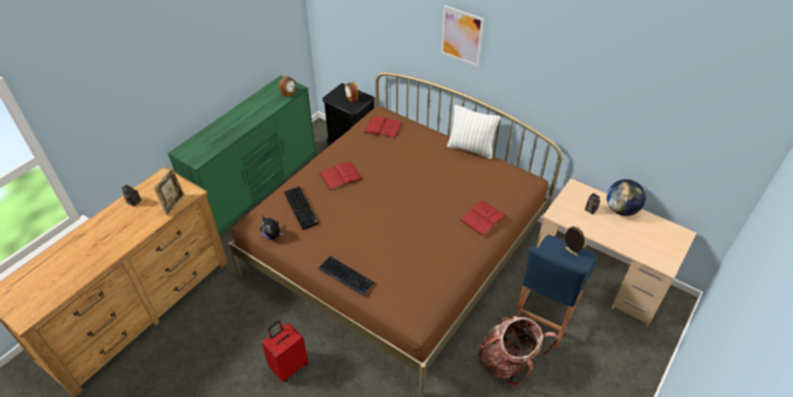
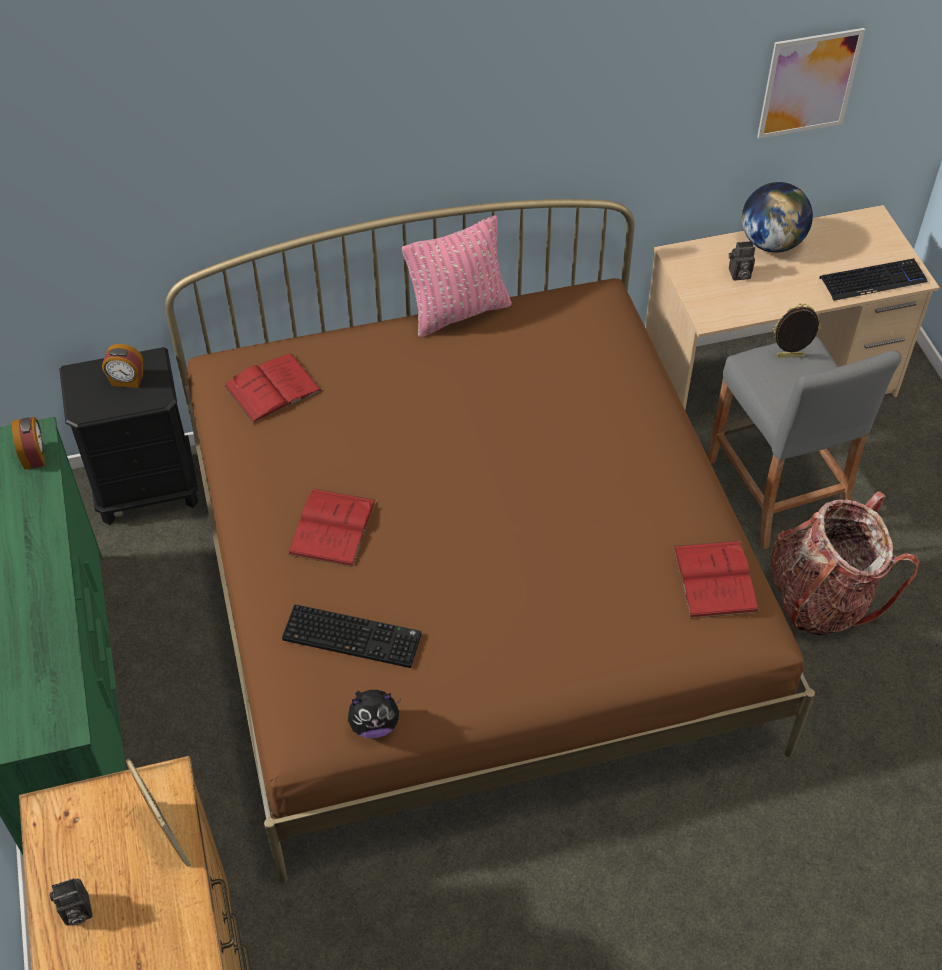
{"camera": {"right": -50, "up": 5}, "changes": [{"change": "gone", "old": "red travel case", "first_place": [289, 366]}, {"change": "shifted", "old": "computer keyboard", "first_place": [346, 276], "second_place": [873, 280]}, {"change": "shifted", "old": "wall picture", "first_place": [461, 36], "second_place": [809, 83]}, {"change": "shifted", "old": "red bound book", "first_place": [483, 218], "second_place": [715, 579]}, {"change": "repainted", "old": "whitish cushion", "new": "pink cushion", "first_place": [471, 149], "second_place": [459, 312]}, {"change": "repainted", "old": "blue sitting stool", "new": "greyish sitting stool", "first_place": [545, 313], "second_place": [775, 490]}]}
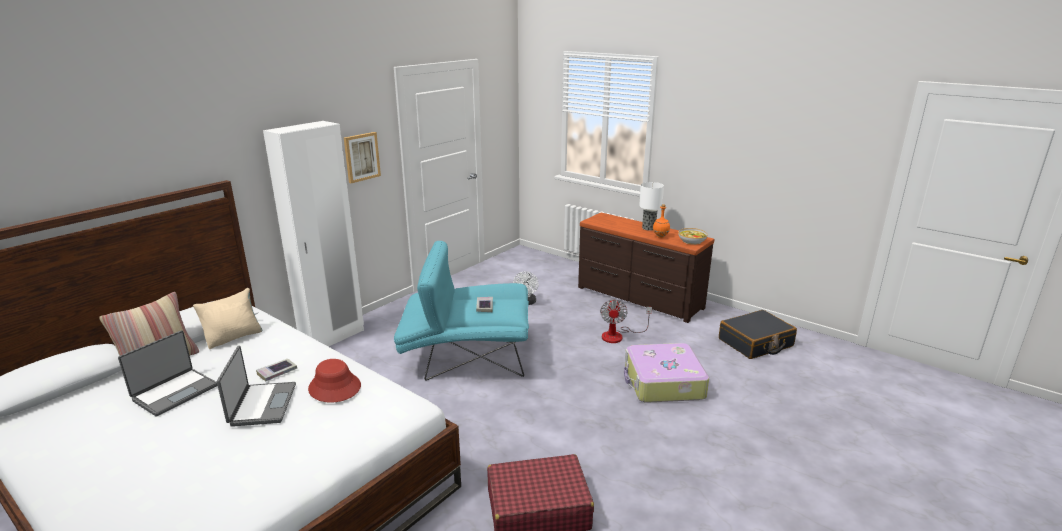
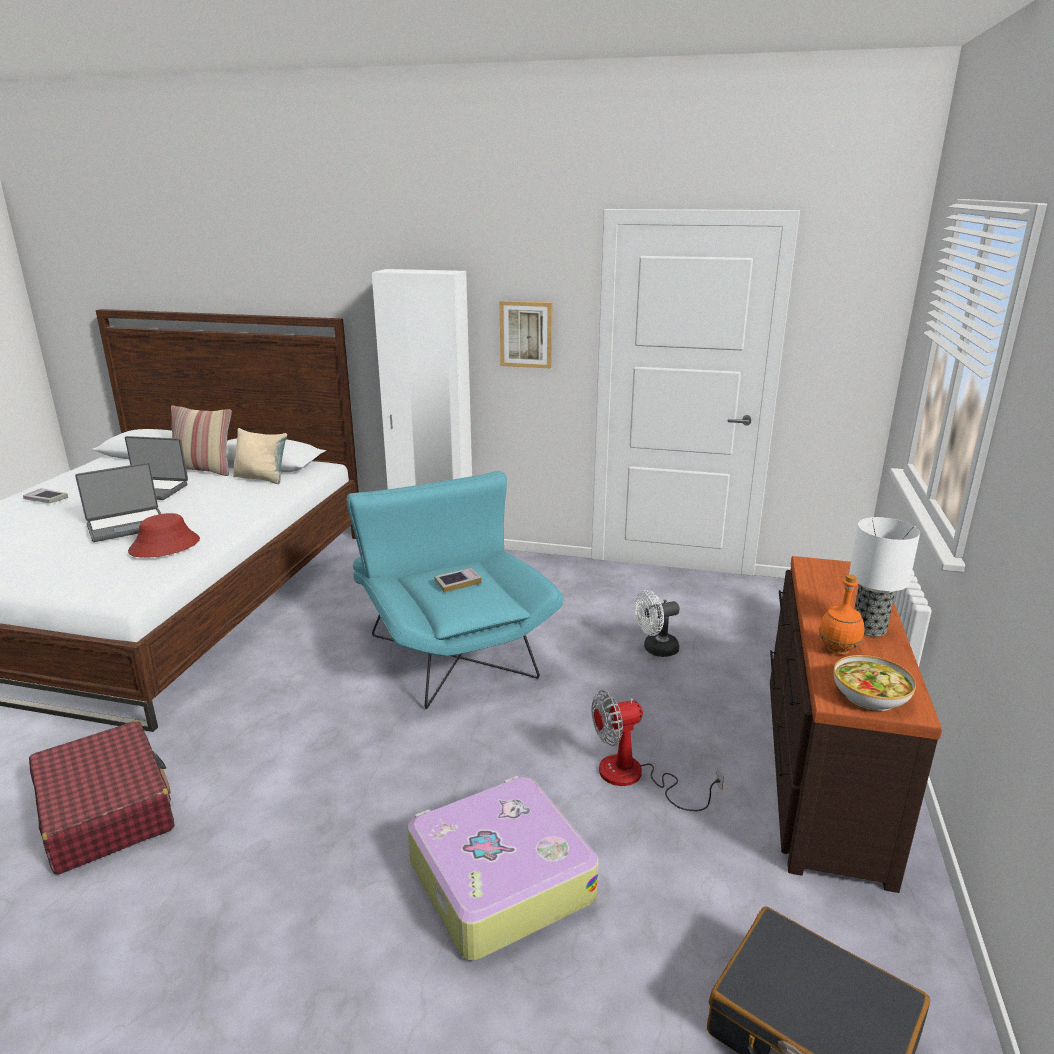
{"camera": {"right": 65, "up": 0}, "changes": [{"change": "shifted", "old": "bound book", "first_place": [277, 372], "second_place": [46, 499]}]}
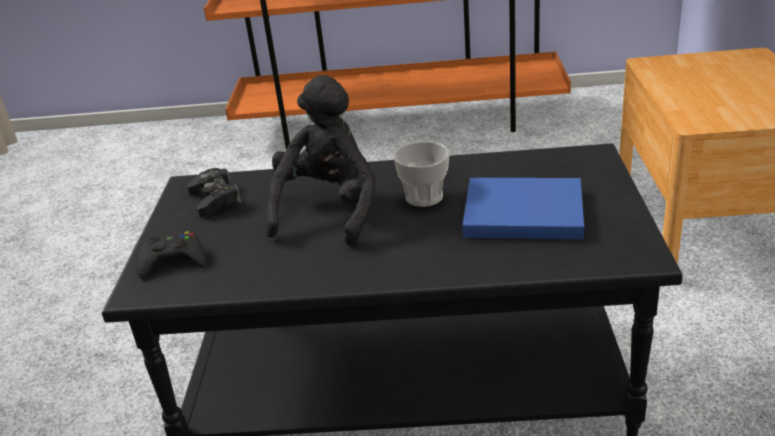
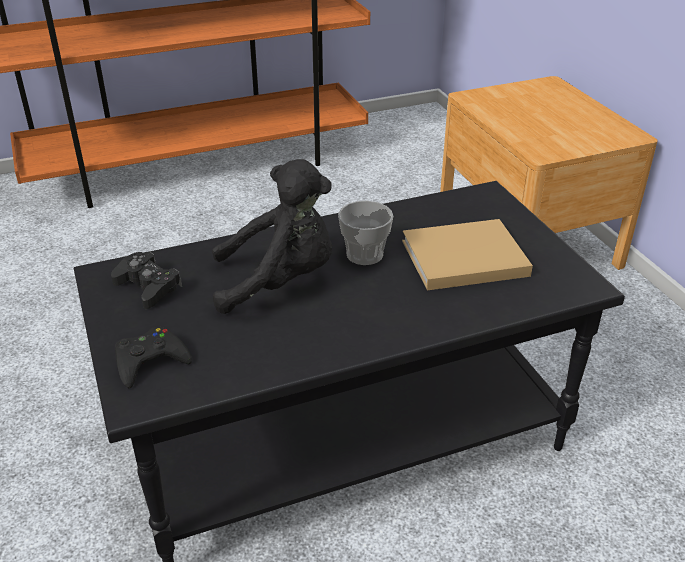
{"camera": {"right": -25, "up": 5}, "changes": [{"change": "repainted", "old": "blue bound book", "new": "beige bound book", "first_place": [519, 212], "second_place": [460, 258]}, {"change": "rotated", "old": "black plush toy", "first_place": [328, 210], "second_place": [279, 282], "degrees": 90}]}
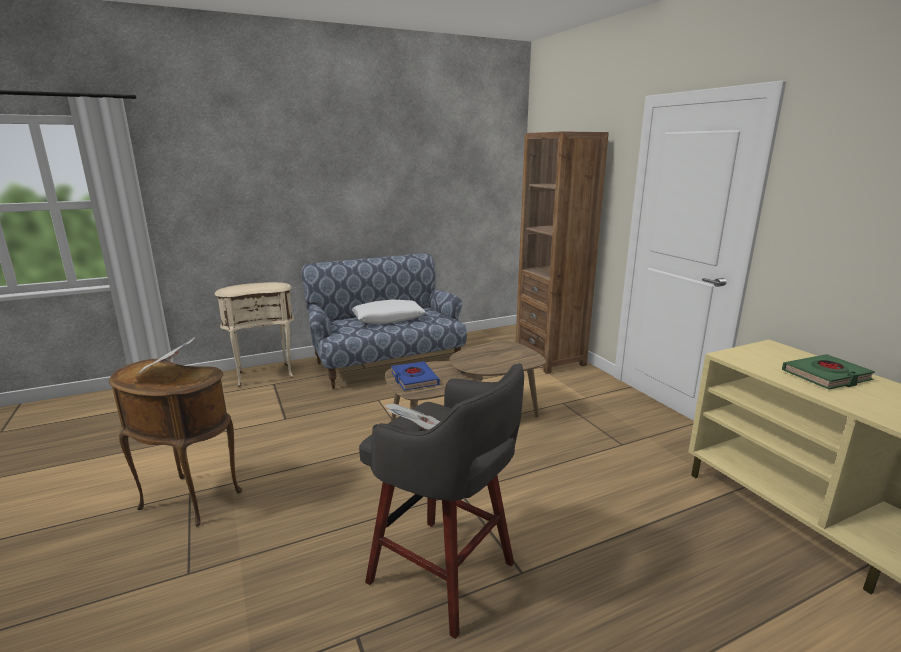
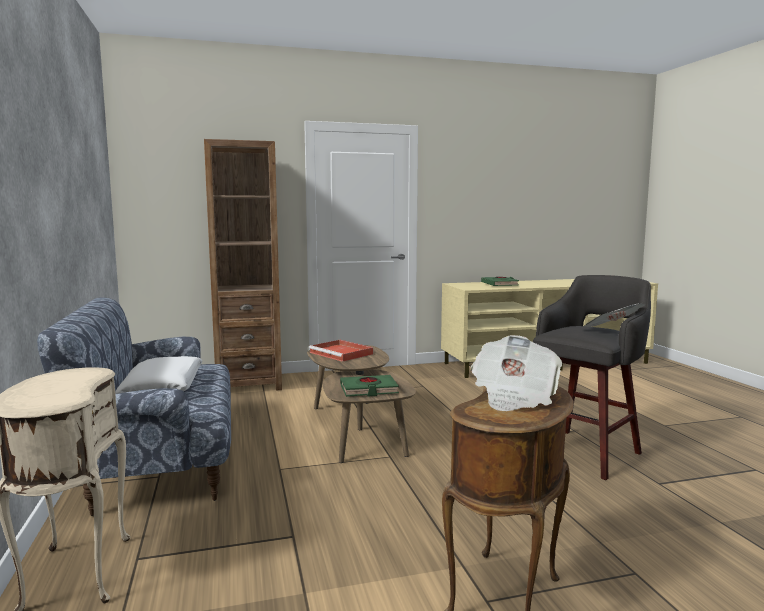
{"camera": {"right": -80, "up": -10}, "changes": [{"change": "new", "new": "red tray", "second_place": [342, 353]}, {"change": "repainted", "old": "blue bound book", "new": "greenish bound book", "first_place": [414, 379], "second_place": [368, 390]}]}
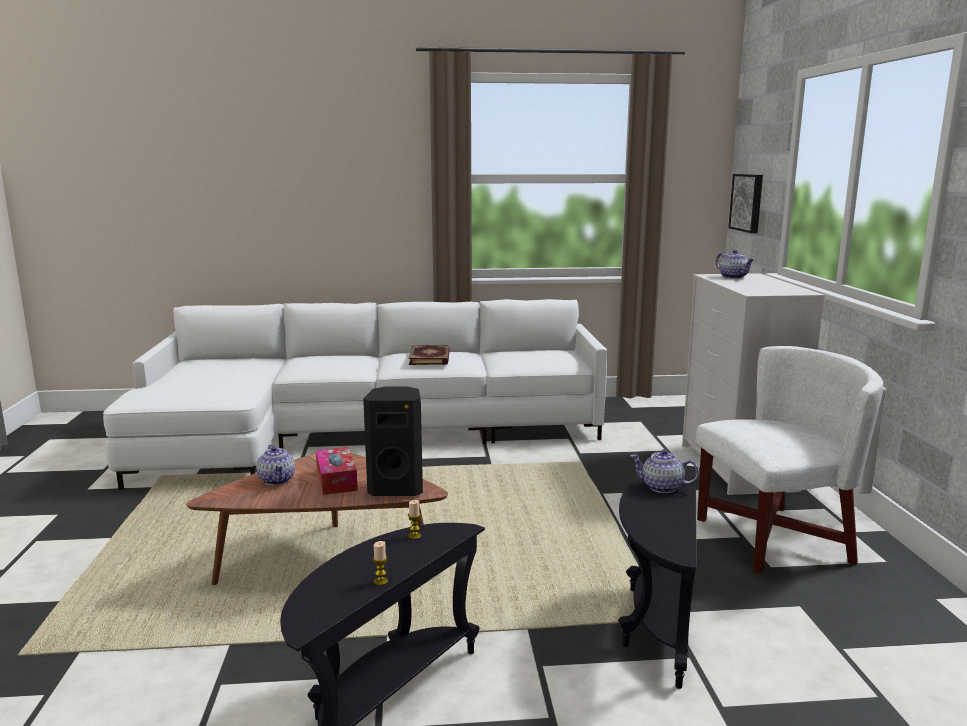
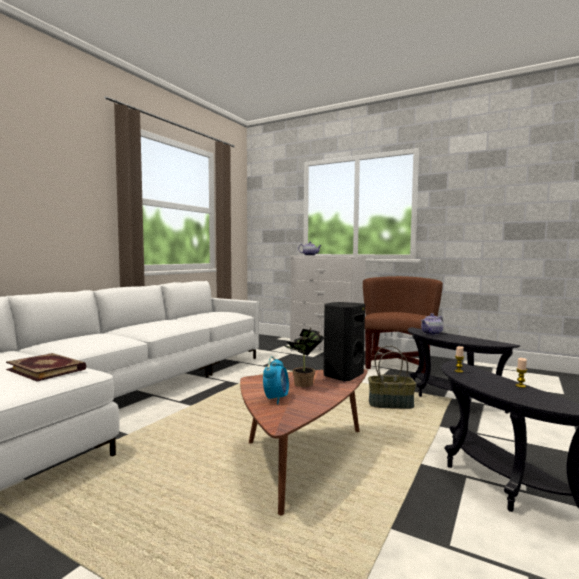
{"camera": {"right": -55, "up": -10}, "changes": [{"change": "gone", "old": "wall picture", "first_place": [748, 202]}, {"change": "new", "new": "storage basket", "second_place": [391, 404]}, {"change": "shifted", "old": "bound book", "first_place": [430, 357], "second_place": [47, 369]}, {"change": "swapped", "old": "teapot", "new": "bedside clock", "first_place": [277, 480], "second_place": [276, 399]}, {"change": "swapped", "old": "tissue holder", "new": "houseplant", "first_place": [336, 480], "second_place": [303, 385]}, {"change": "repainted", "old": "whitish armchair", "new": "brown-coloured armchair", "first_place": [773, 539], "second_place": [397, 365]}]}
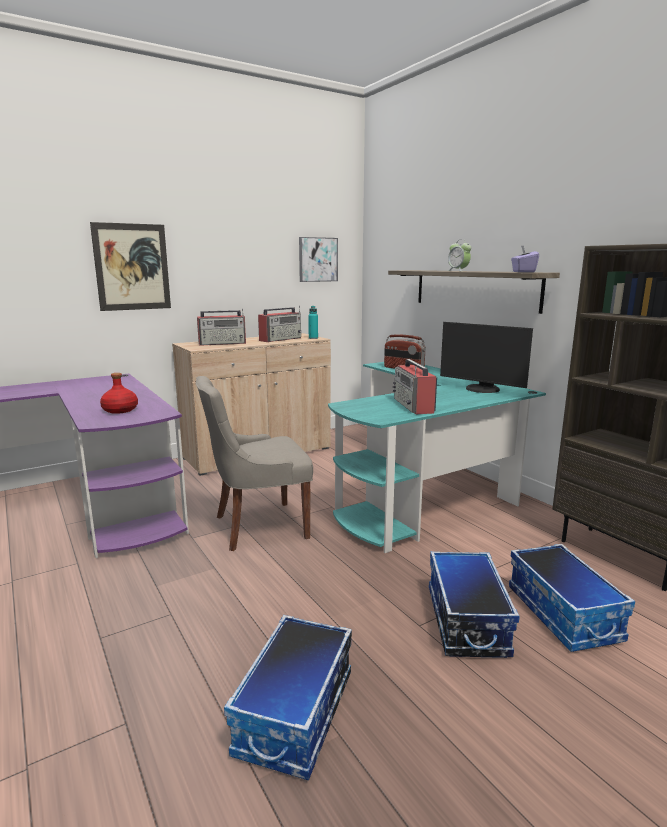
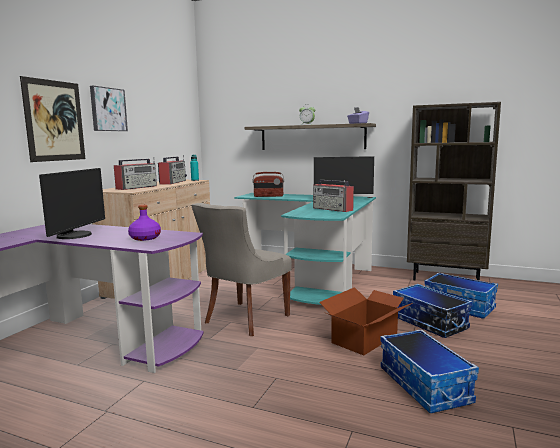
{"camera": {"right": -35, "up": -5}, "changes": [{"change": "new", "new": "computer display", "second_place": [76, 235]}, {"change": "new", "new": "cardboard box", "second_place": [365, 339]}, {"change": "shifted", "old": "wall picture", "first_place": [317, 259], "second_place": [108, 109]}, {"change": "repainted", "old": "red drink bottle", "new": "purple-coloured drink bottle", "first_place": [120, 410], "second_place": [144, 238]}]}
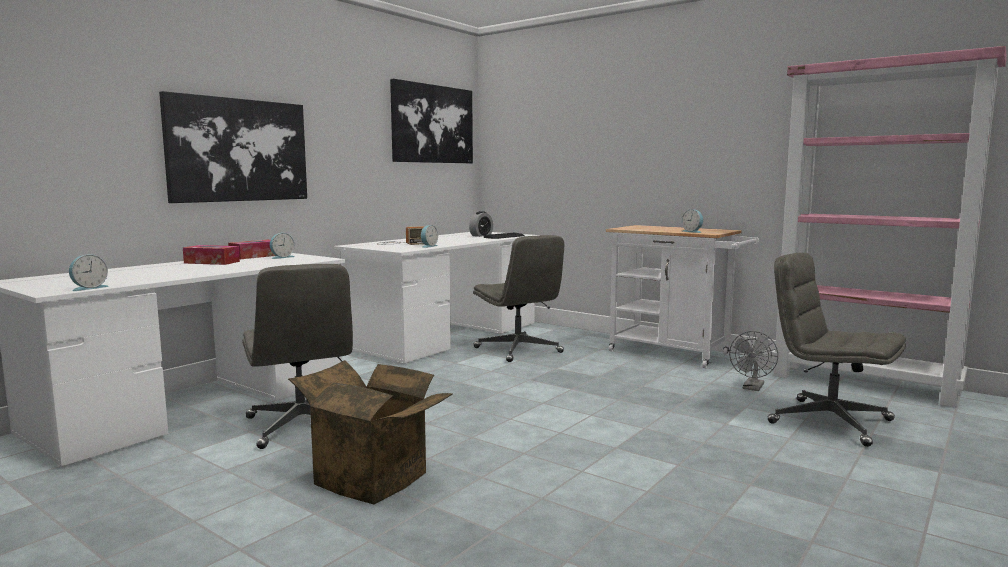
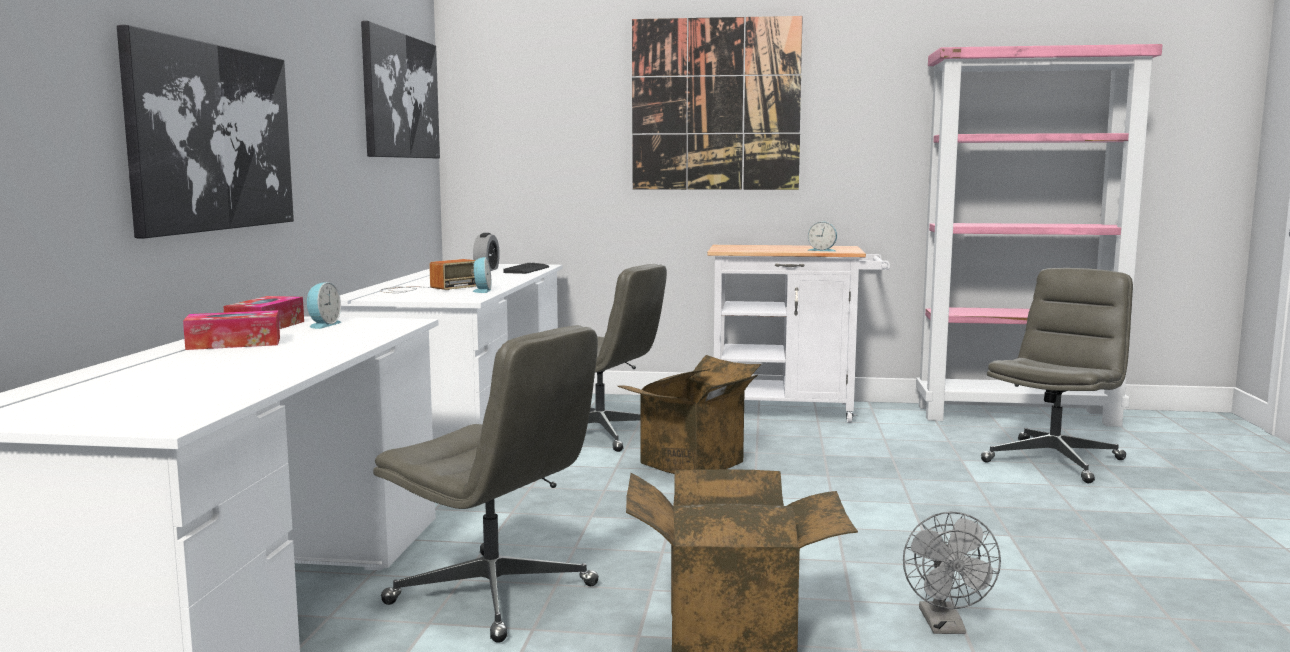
{"camera": {"right": -30, "up": 0}, "changes": [{"change": "gone", "old": "bedside clock", "first_place": [88, 288]}, {"change": "new", "new": "cardboard box", "second_place": [694, 464]}, {"change": "new", "new": "wall picture", "second_place": [715, 104]}, {"change": "shifted", "old": "greyish fan", "first_place": [752, 388], "second_place": [945, 626]}, {"change": "rotated", "old": "greyish office chair", "first_place": [828, 421], "second_place": [1053, 460], "degrees": 120}]}
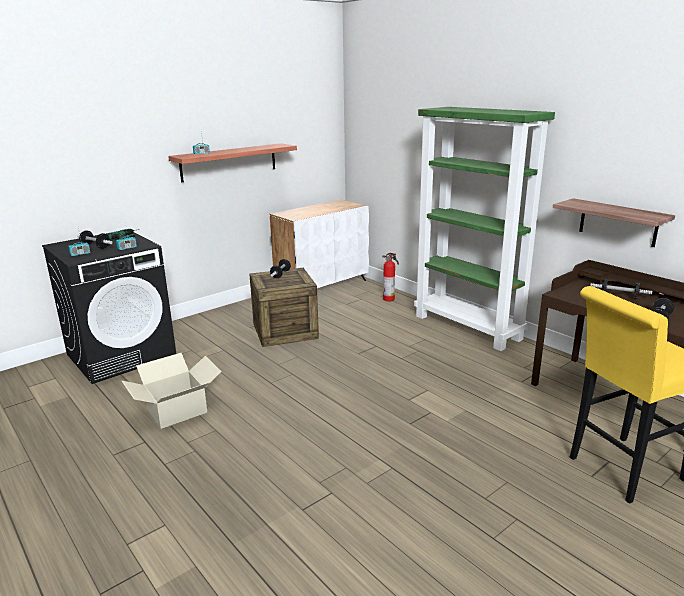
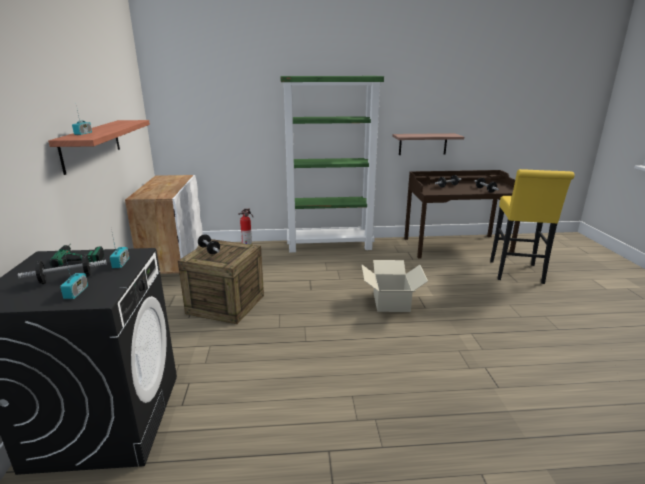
{"camera": {"right": -55, "up": 0}, "changes": [{"change": "shifted", "old": "cardboard box", "first_place": [177, 411], "second_place": [391, 302]}]}
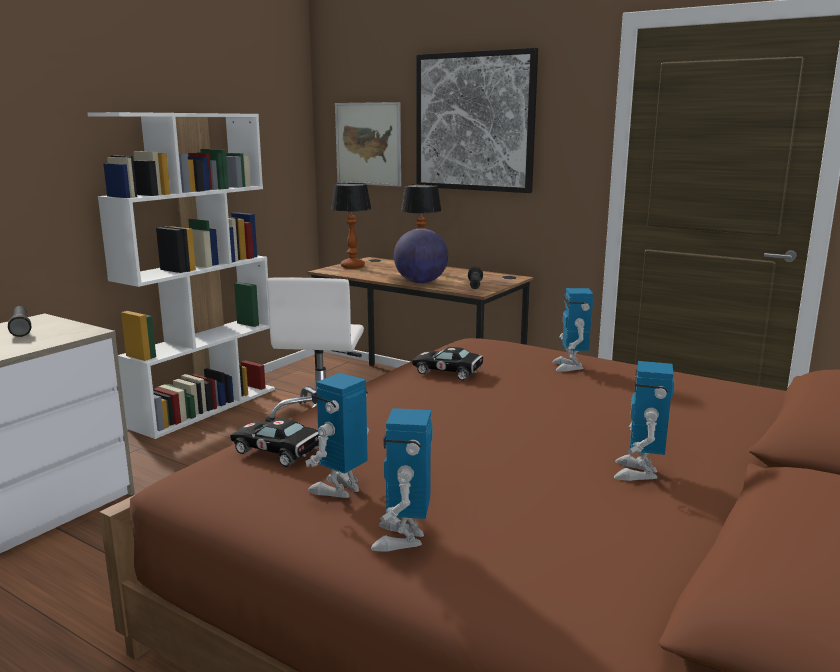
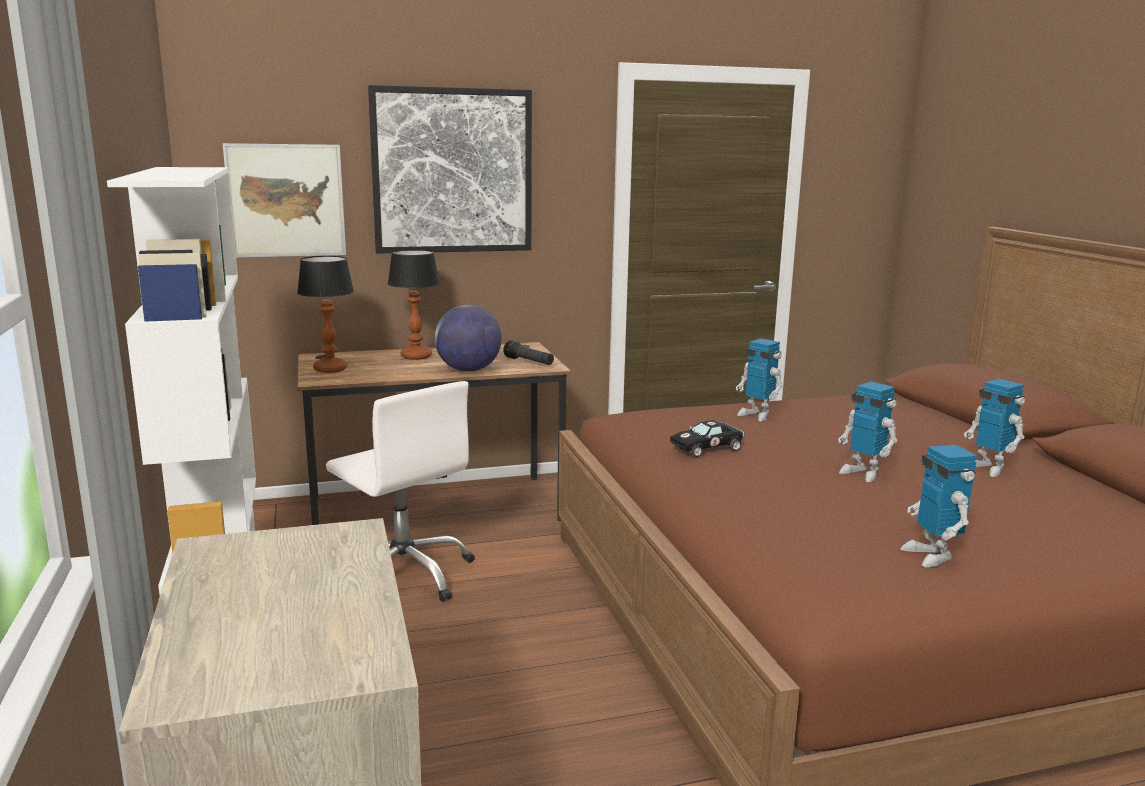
{"camera": {"right": -50, "up": 0}, "changes": [{"change": "gone", "old": "black flashlight", "first_place": [21, 328]}, {"change": "gone", "old": "black toy car", "first_place": [279, 452]}, {"change": "shifted", "old": "model robot", "first_place": [402, 538], "second_place": [863, 473]}]}
